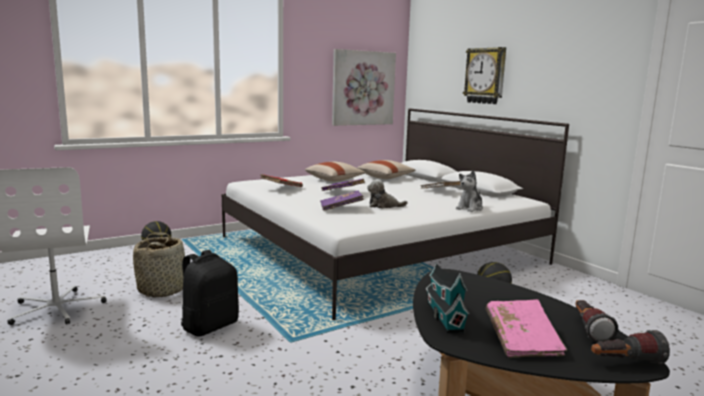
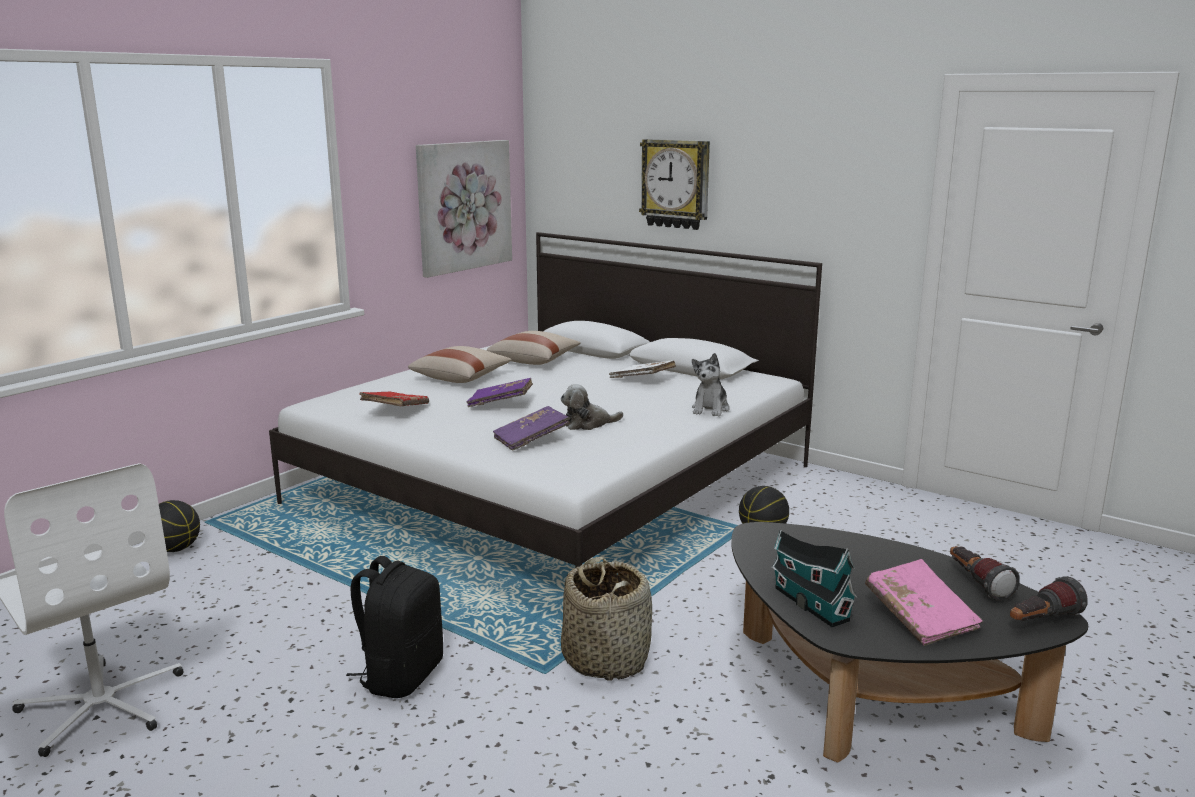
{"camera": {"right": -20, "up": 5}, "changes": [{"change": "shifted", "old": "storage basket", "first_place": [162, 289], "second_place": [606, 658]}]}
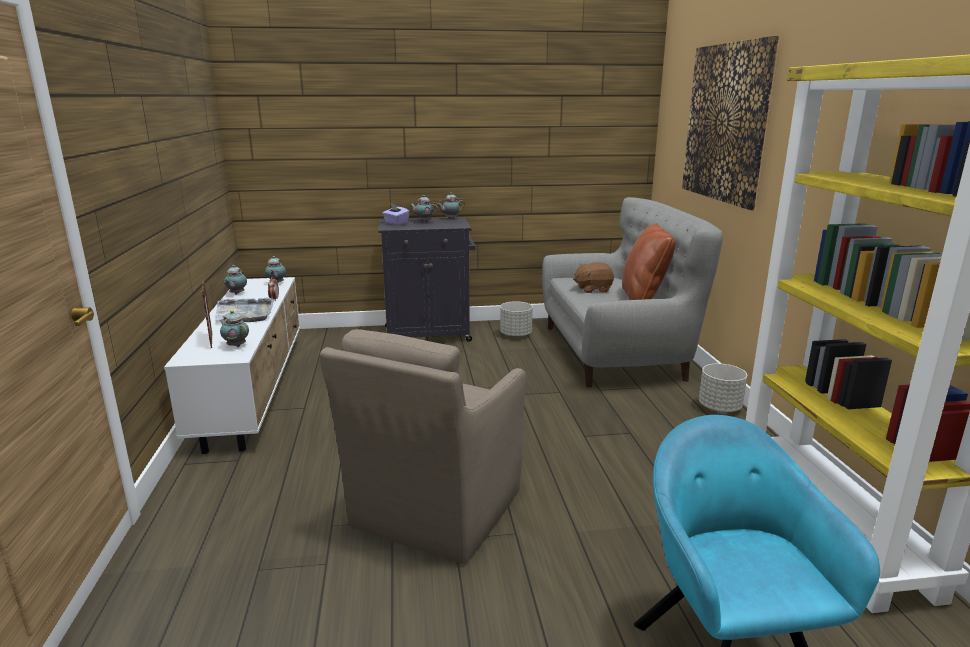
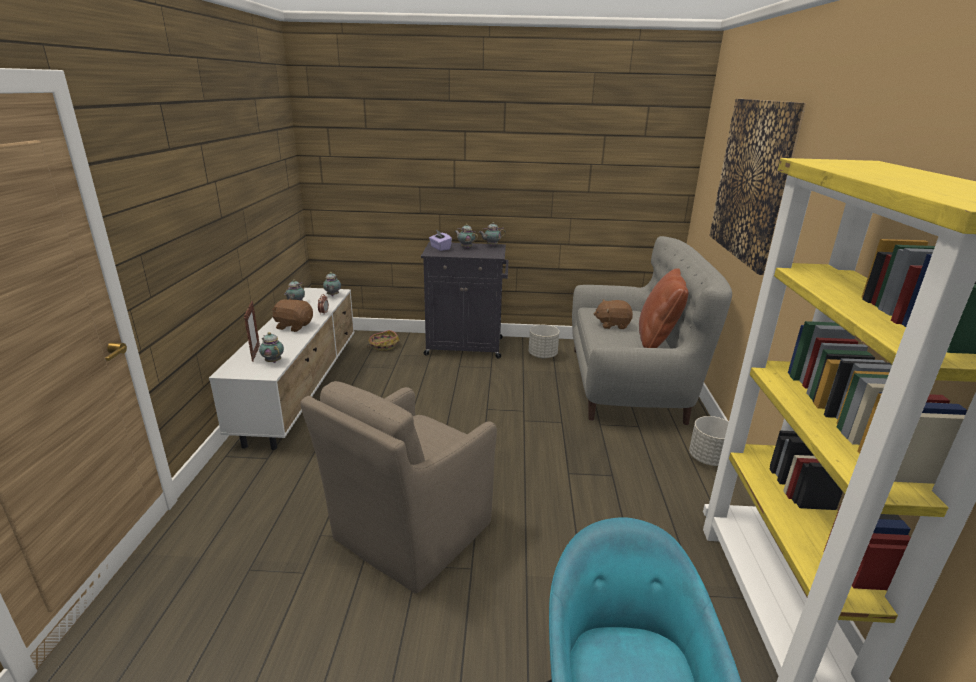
{"camera": {"right": 10, "up": 5}, "changes": [{"change": "new", "new": "storage basket", "second_place": [383, 345]}, {"change": "swapped", "old": "greyish tray", "new": "brown-coloured plush toy", "first_place": [244, 313], "second_place": [294, 326]}]}
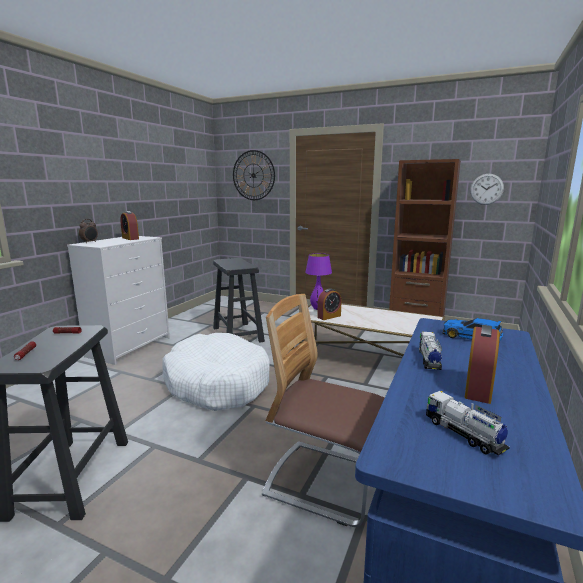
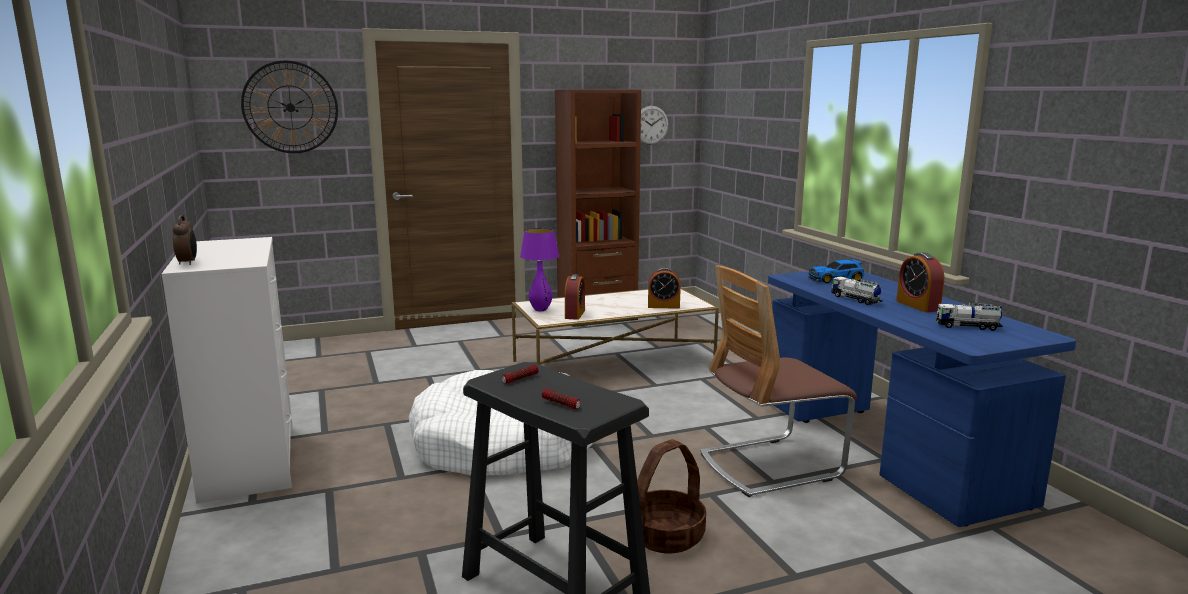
{"camera": {"right": -45, "up": 0}, "changes": [{"change": "gone", "old": "black sitting stool", "first_place": [237, 335]}, {"change": "new", "new": "storage basket", "second_place": [666, 536]}, {"change": "shifted", "old": "bedside clock", "first_place": [130, 238], "second_place": [663, 306]}]}
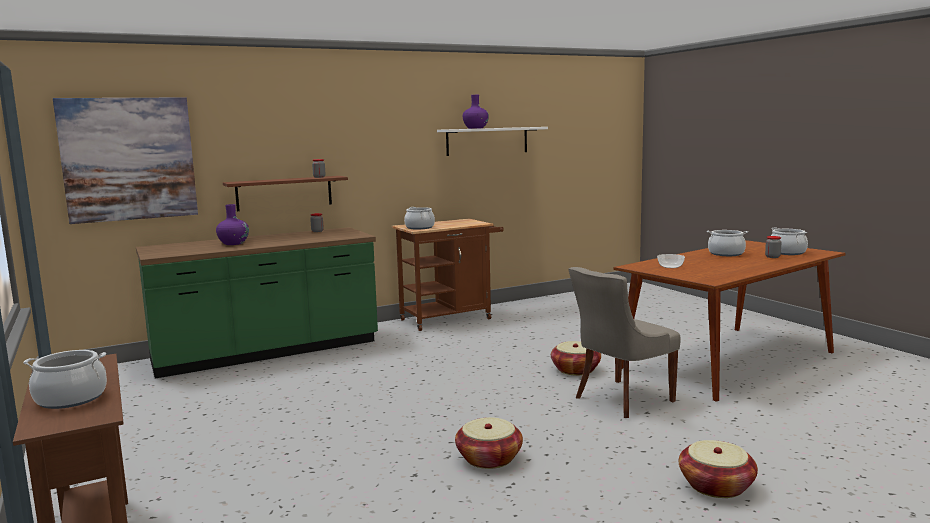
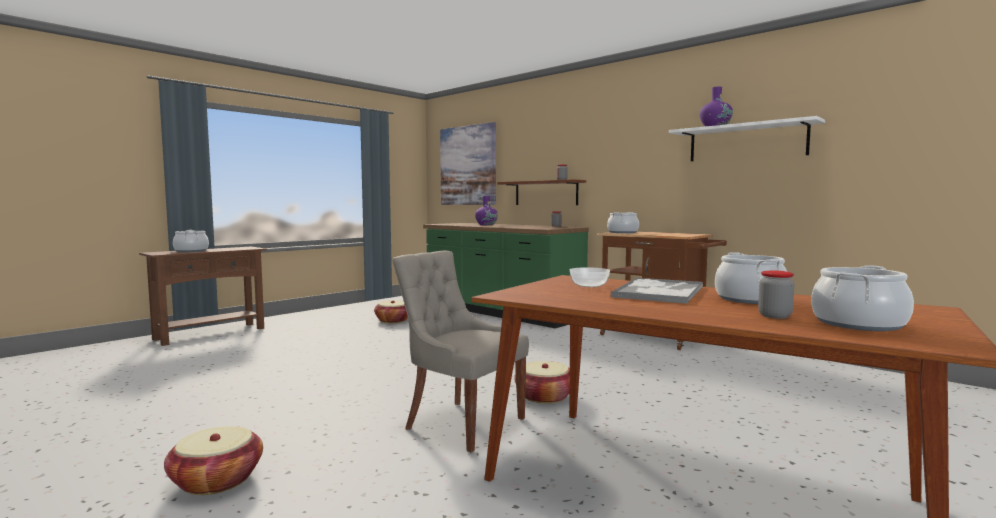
{"camera": {"right": 70, "up": -5}, "changes": [{"change": "new", "new": "tray", "second_place": [659, 292]}, {"change": "shifted", "old": "storage basket", "first_place": [489, 458], "second_place": [393, 321]}]}
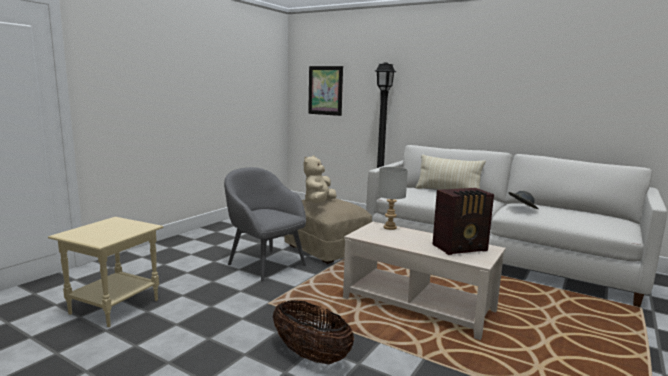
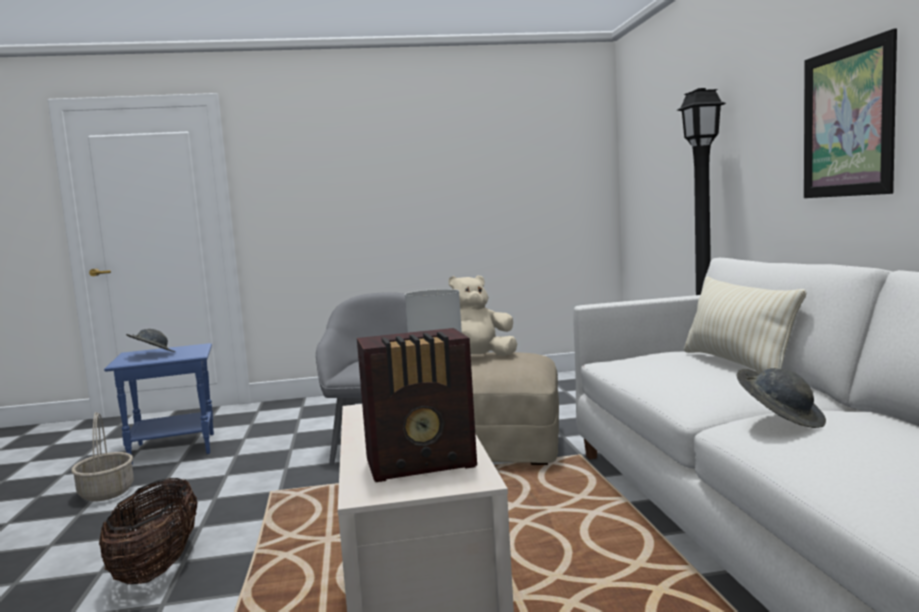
{"camera": {"right": 50, "up": -5}, "changes": [{"change": "new", "new": "storage basket", "second_place": [106, 492]}, {"change": "new", "new": "greyish wearable hat", "second_place": [152, 355]}, {"change": "shifted", "old": "wall picture", "first_place": [325, 90], "second_place": [847, 121]}, {"change": "repainted", "old": "beige end table", "new": "blue end table", "first_place": [115, 306], "second_place": [175, 449]}, {"change": "rotated", "old": "radio set", "first_place": [461, 248], "second_place": [423, 464], "degrees": -45}]}
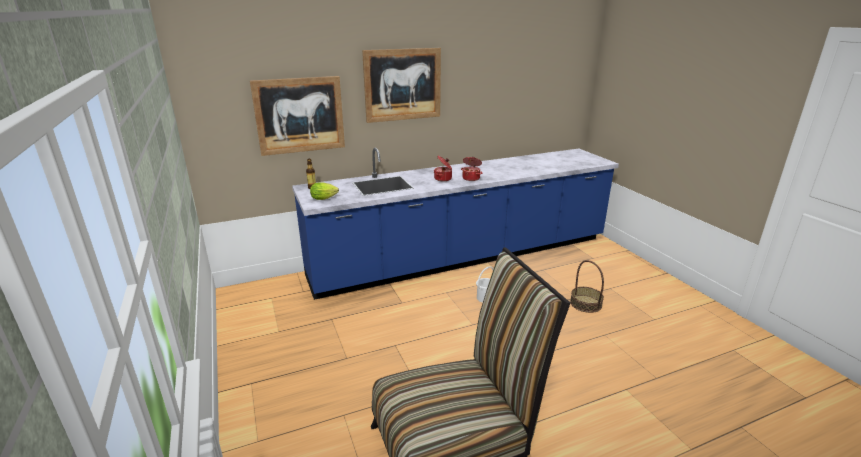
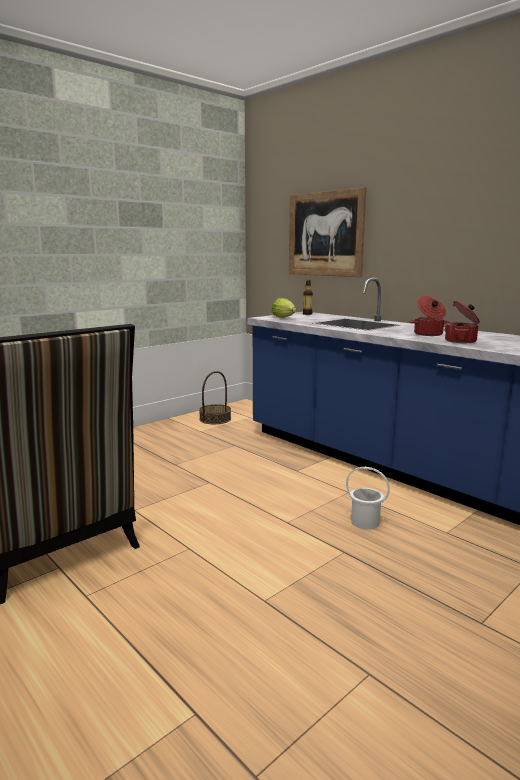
{"camera": {"right": 70, "up": -10}, "changes": [{"change": "gone", "old": "wall picture", "first_place": [403, 85]}, {"change": "shifted", "old": "storage basket", "first_place": [586, 303], "second_place": [215, 419]}]}
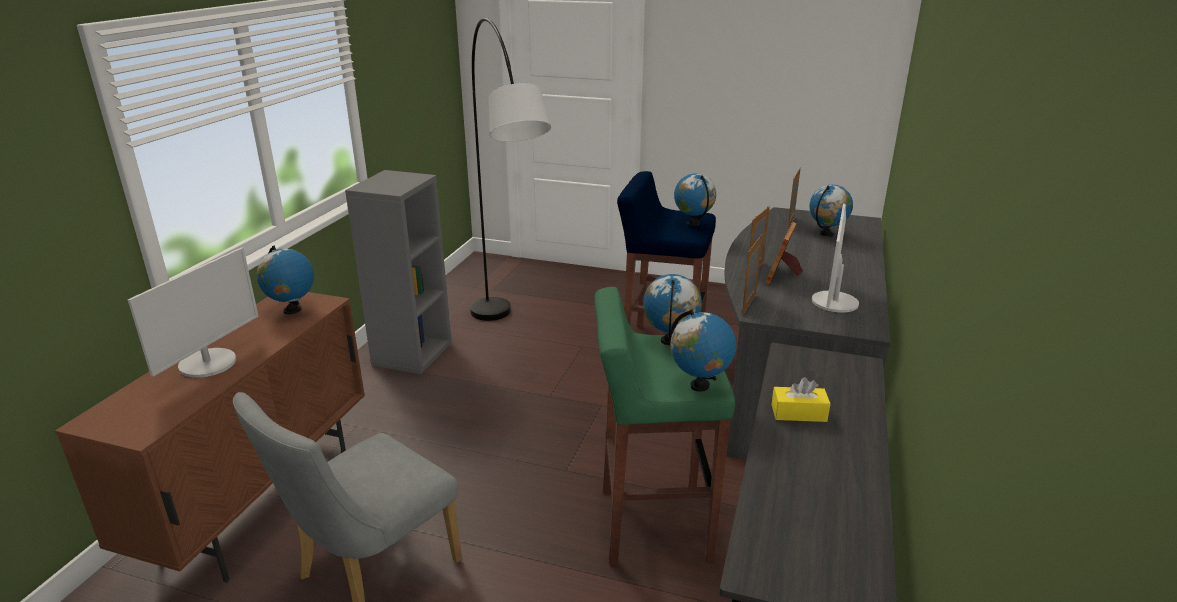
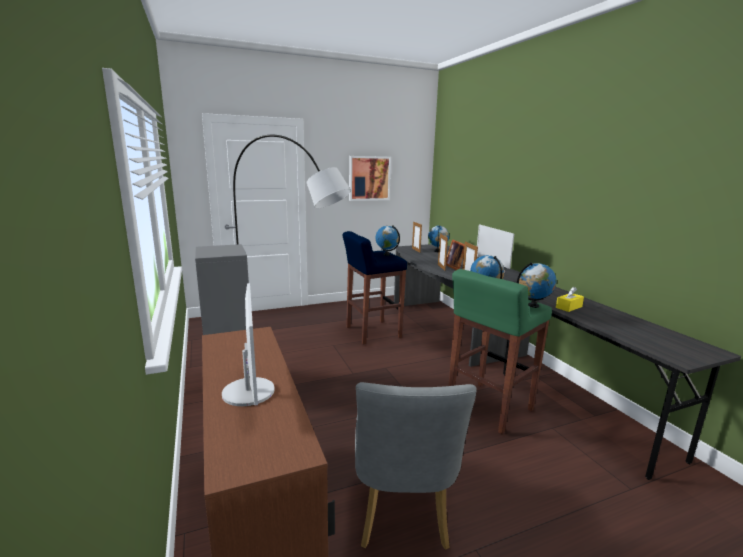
{"camera": {"right": -40, "up": -10}, "changes": [{"change": "gone", "old": "desk globe", "first_place": [292, 310]}, {"change": "new", "new": "wall picture", "second_place": [369, 178]}]}
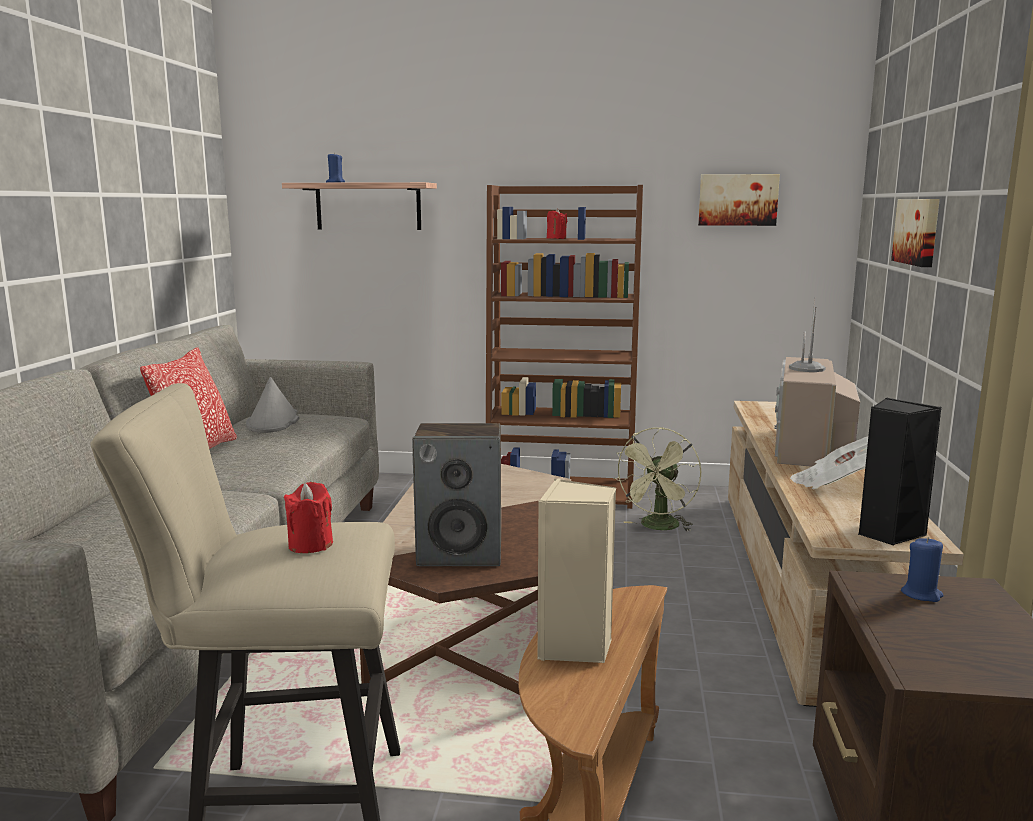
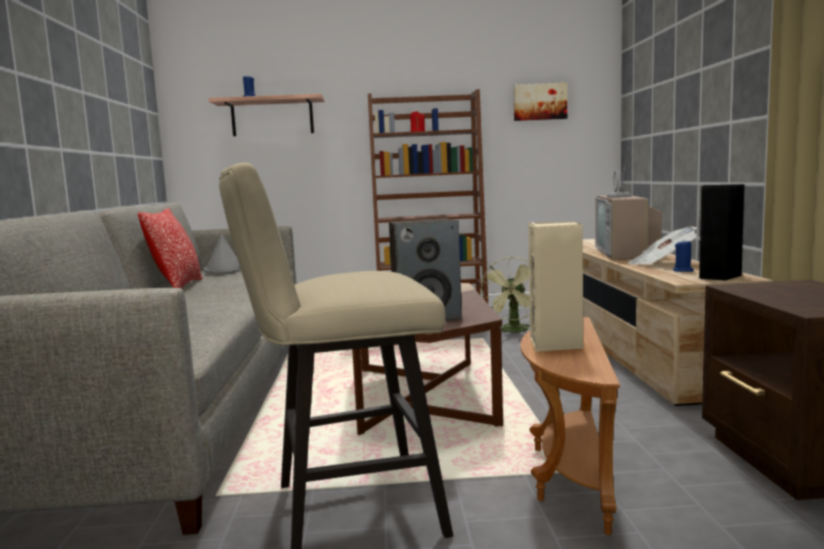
{"camera": {"right": -10, "up": -5}, "changes": [{"change": "gone", "old": "red candle", "first_place": [310, 545]}, {"change": "gone", "old": "wall picture", "first_place": [918, 231]}, {"change": "shifted", "old": "blue candle", "first_place": [921, 594], "second_place": [683, 271]}]}
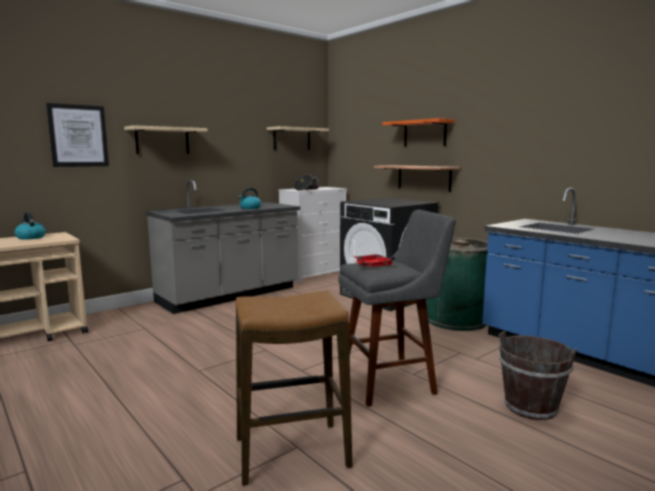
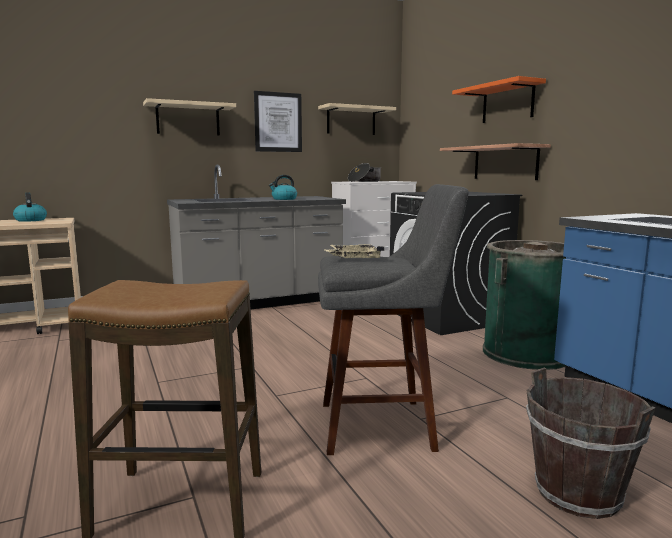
{"camera": {"right": 15, "up": 0}, "changes": [{"change": "shifted", "old": "wall picture", "first_place": [78, 136], "second_place": [278, 122]}, {"change": "repainted", "old": "red tray", "new": "beige tray", "first_place": [372, 266], "second_place": [353, 259]}]}
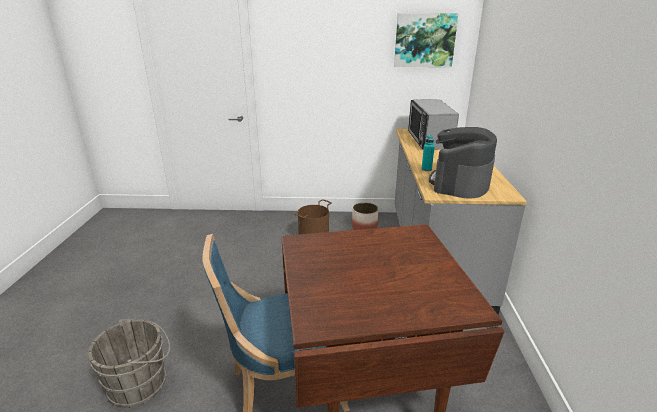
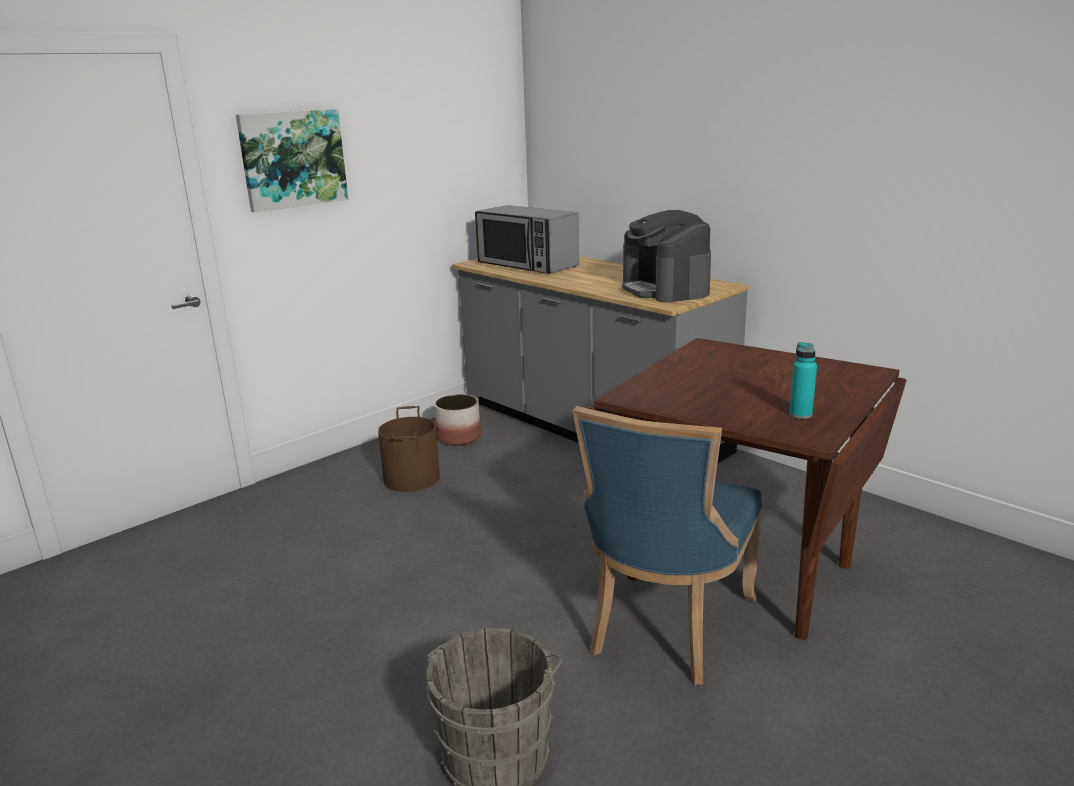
{"camera": {"right": -45, "up": -5}, "changes": [{"change": "shifted", "old": "wall picture", "first_place": [424, 40], "second_place": [293, 159]}, {"change": "shifted", "old": "blue-green drink bottle", "first_place": [426, 169], "second_place": [800, 414]}]}
